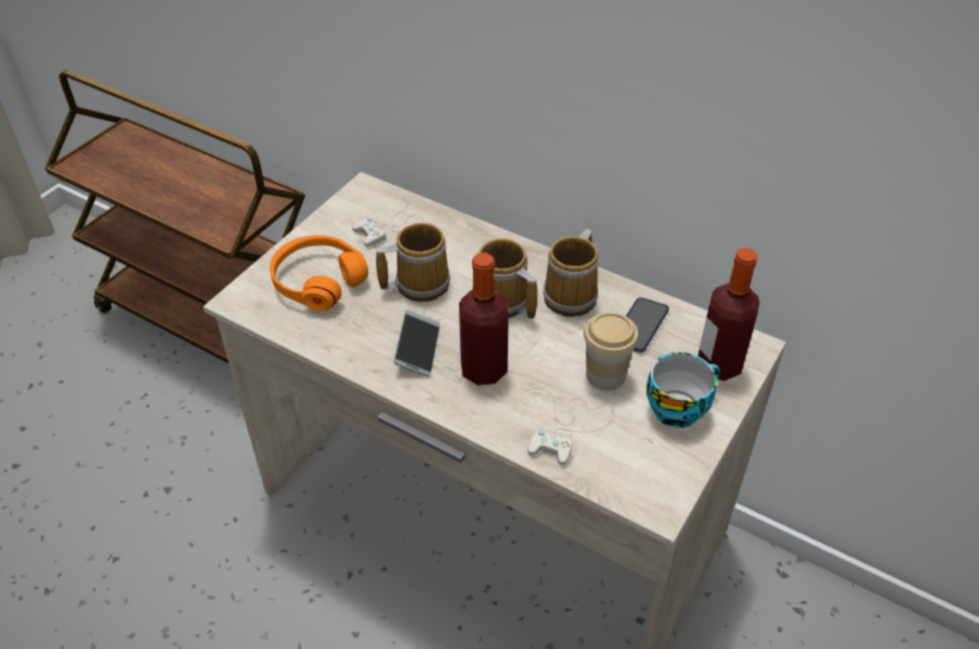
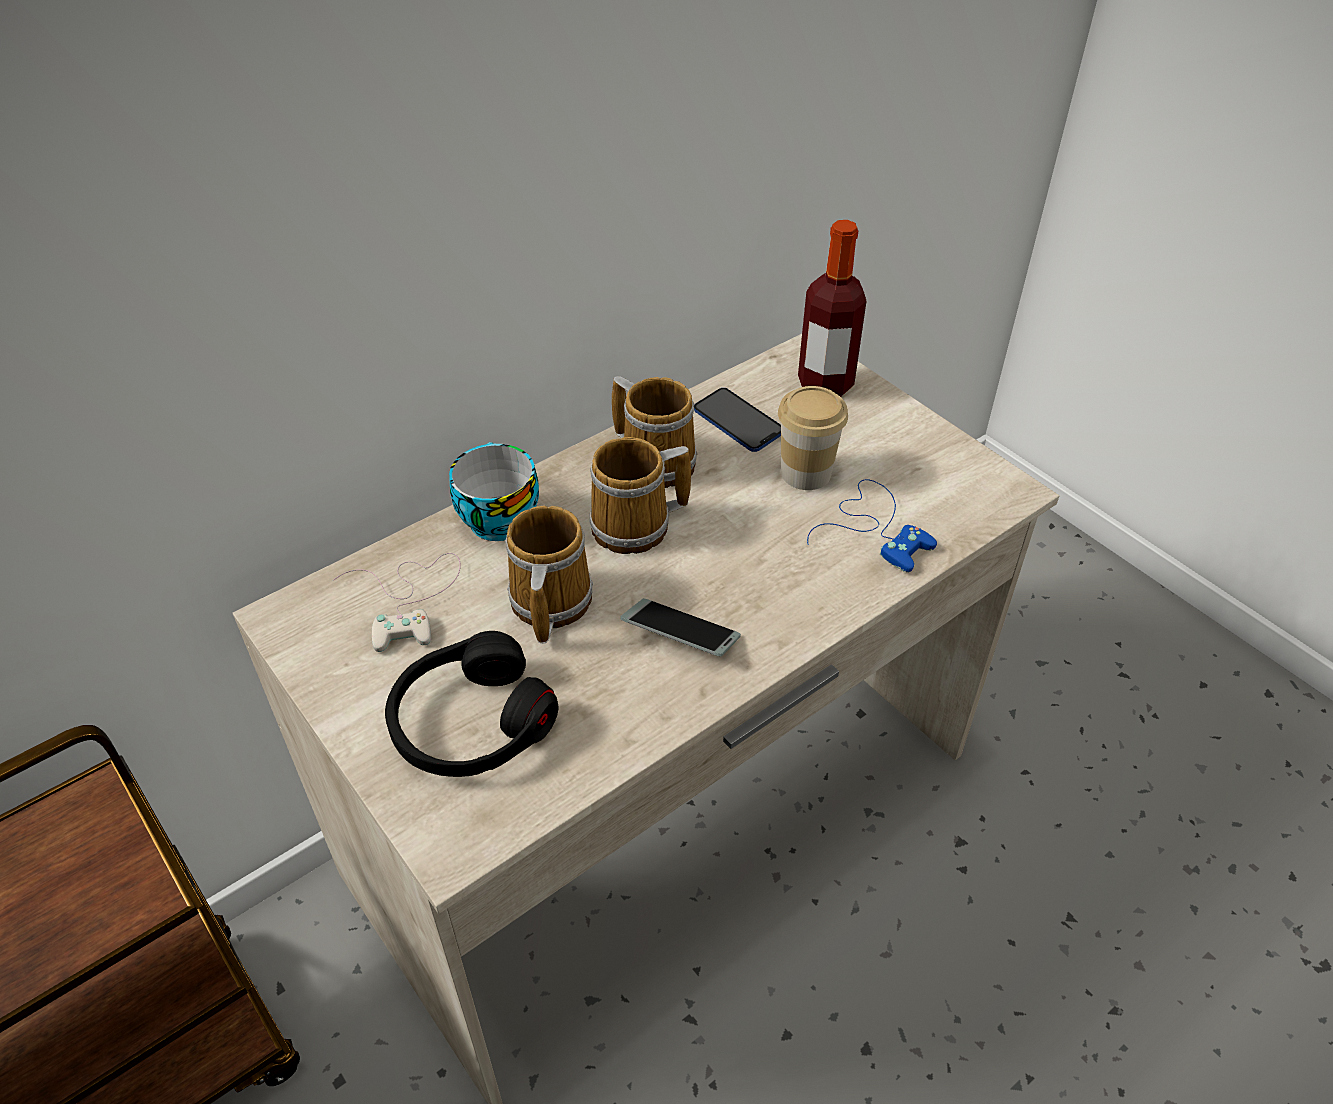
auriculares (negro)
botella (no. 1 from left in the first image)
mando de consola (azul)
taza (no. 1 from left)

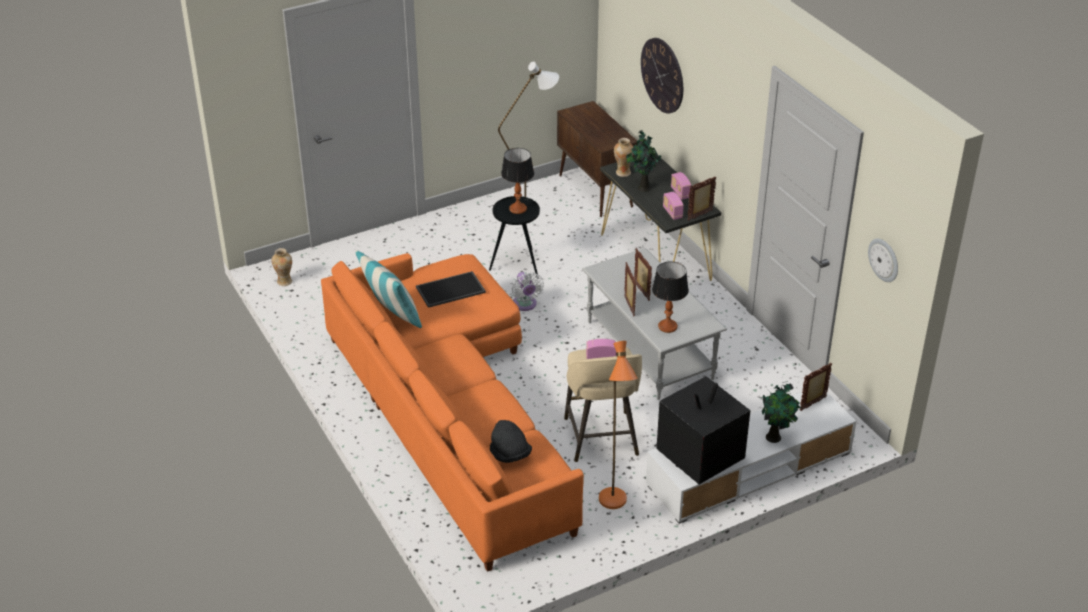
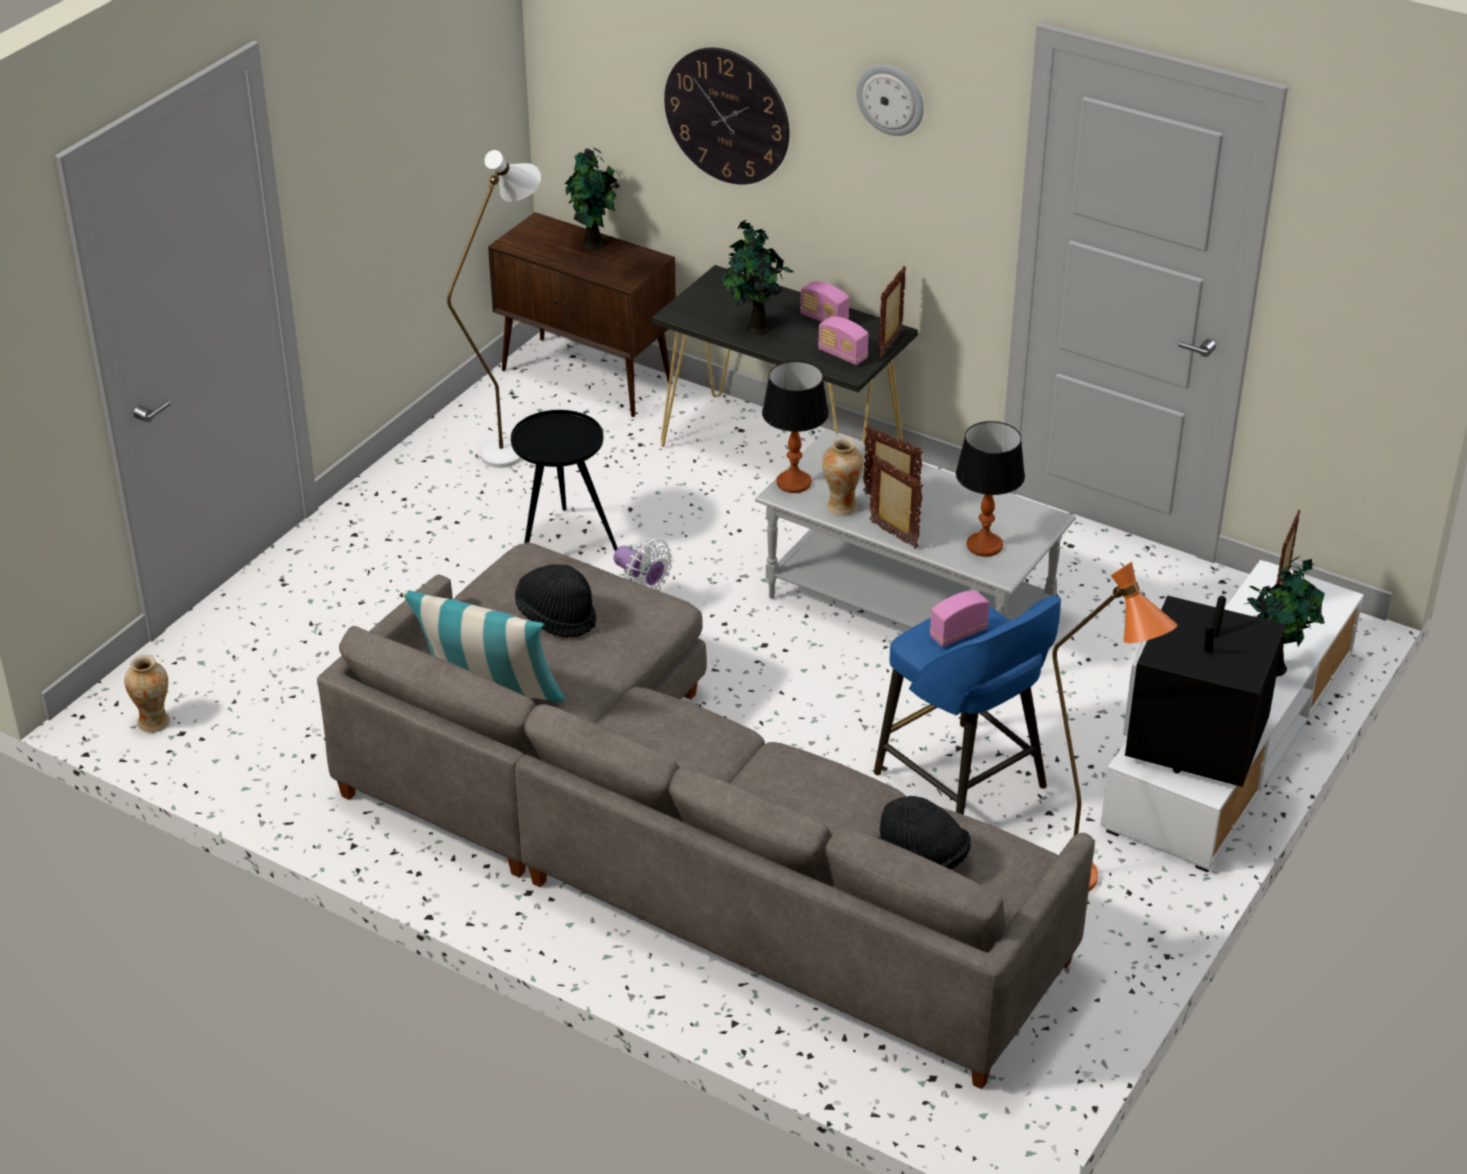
sofá (gris)
sombrero (negro) (no. 1 from left)
lámpara de mesa (no. 1 from left)
taburete (azul)
florero (no. 2 from left)
reloj de pared (no. 2 from left)
planta en maceta (no. 1 from left)

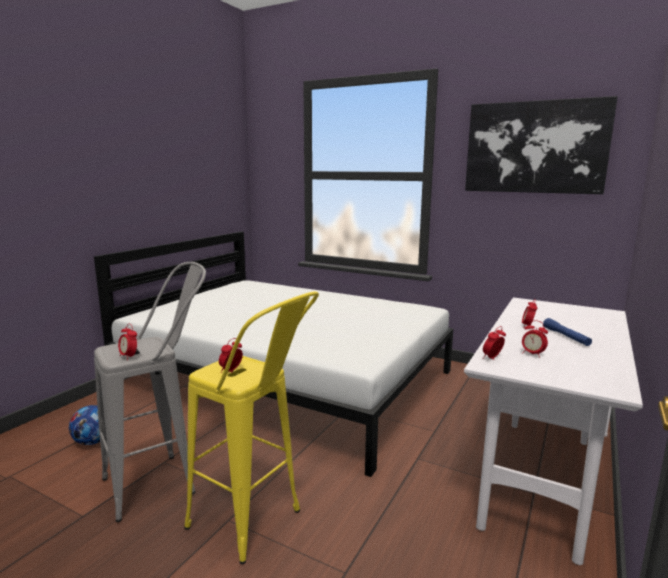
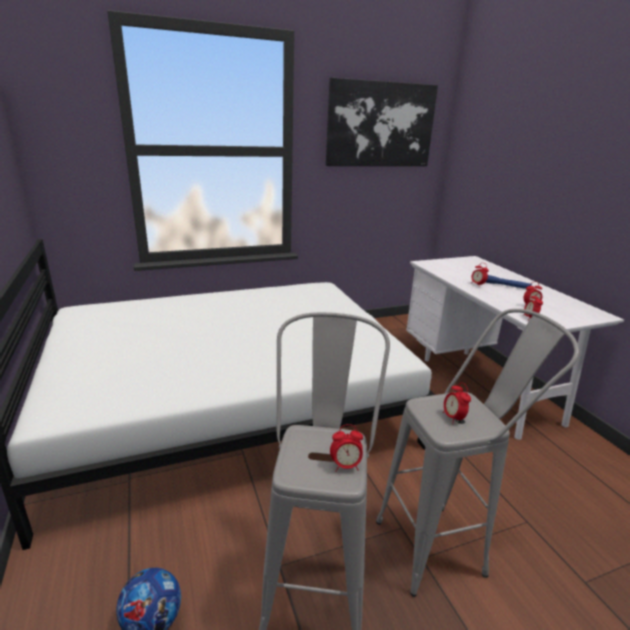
taburete (gris) (no. 2 from left)

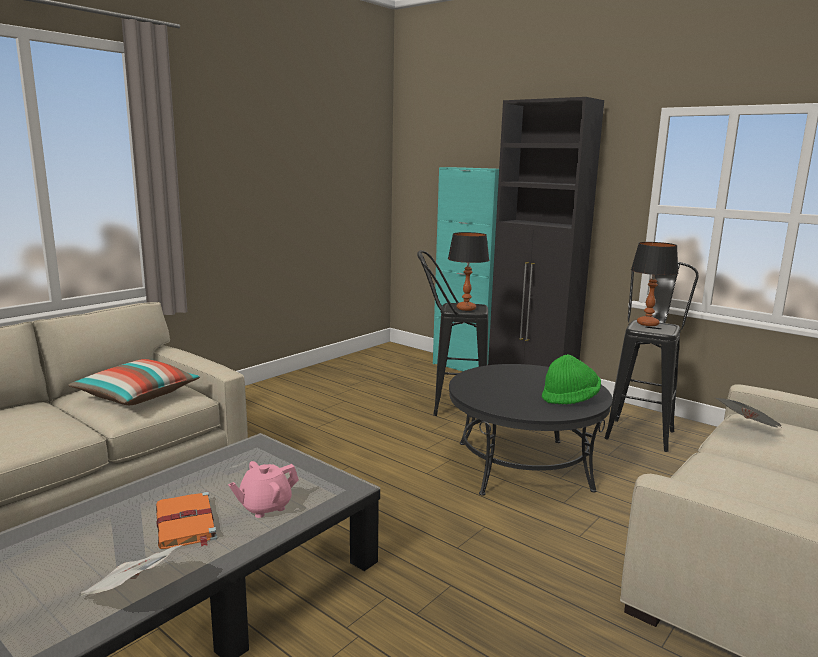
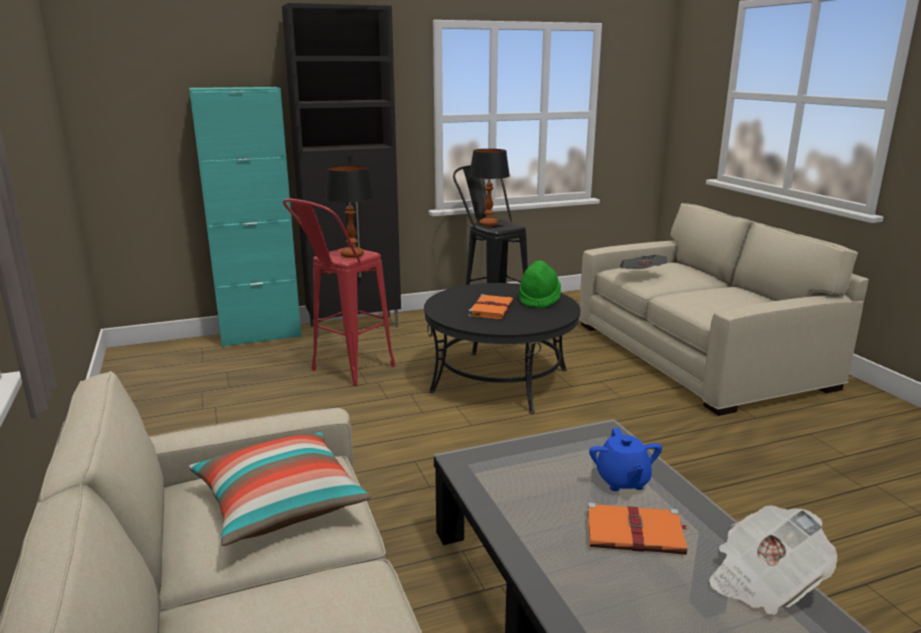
tetera (azul)
taburete (rojo)
libro (naranja) (no. 1 from left)

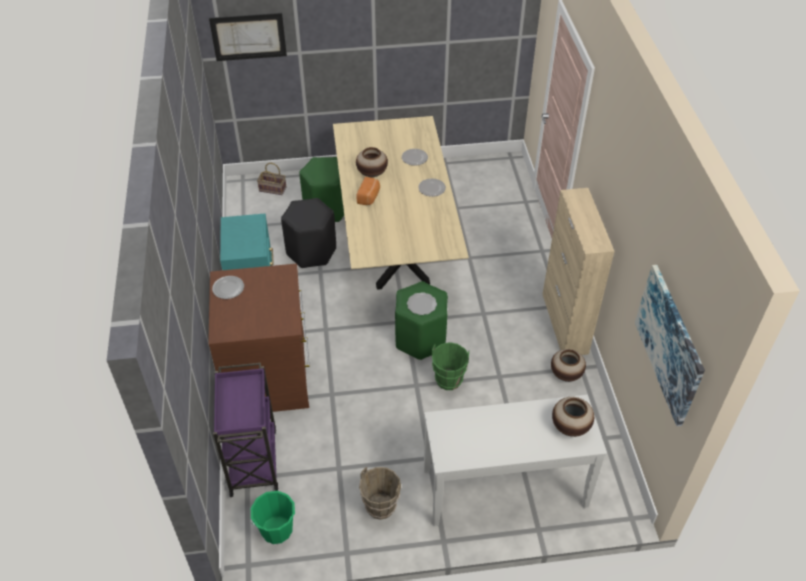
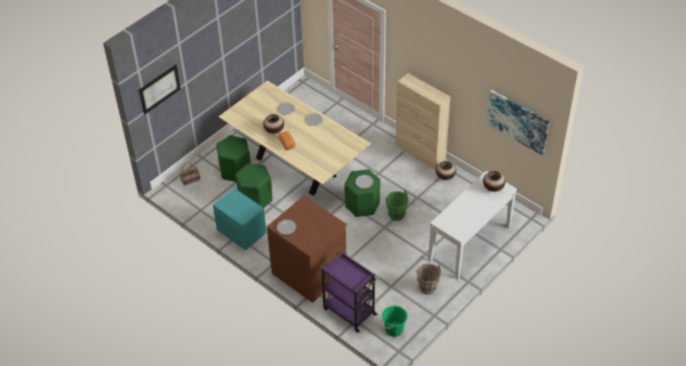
taburete (verde) (no. 2 from left)

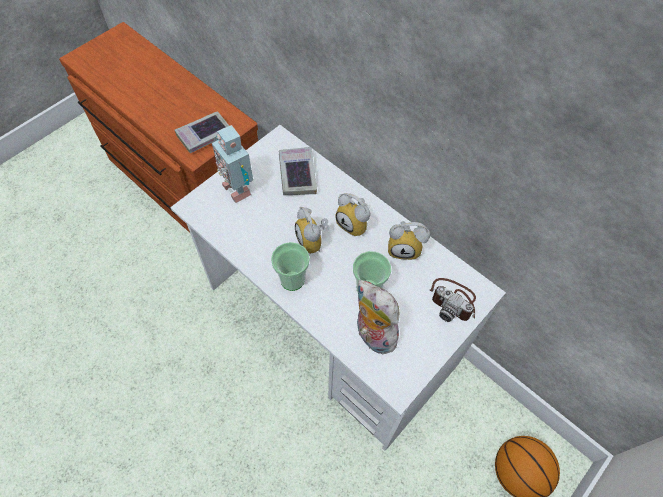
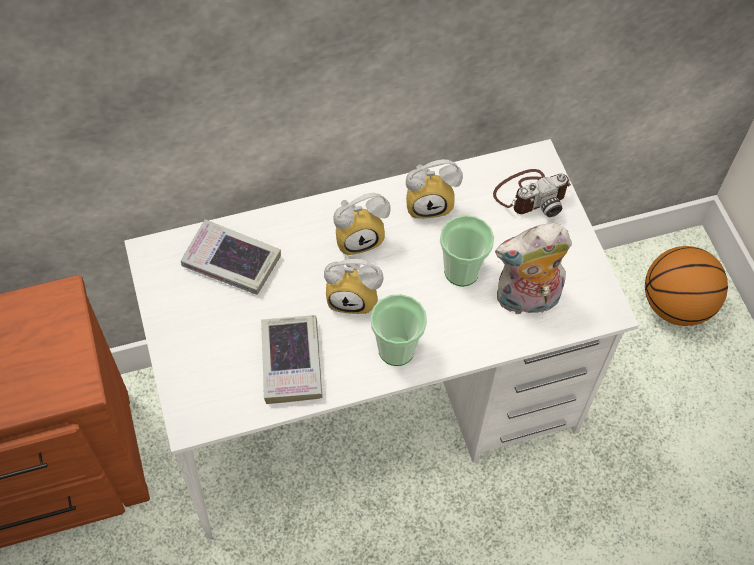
libro (no. 2 from left)
robot de juguete
despertador (no. 3 from left)

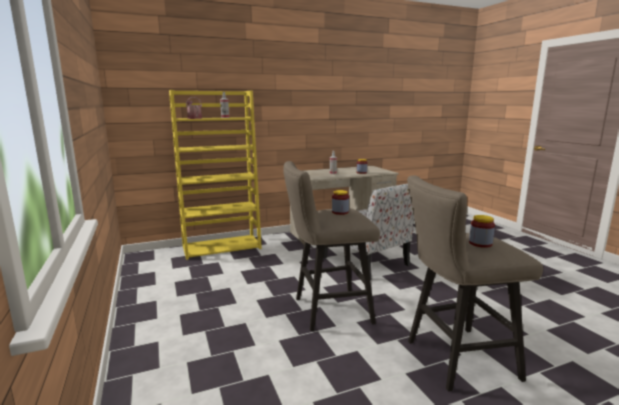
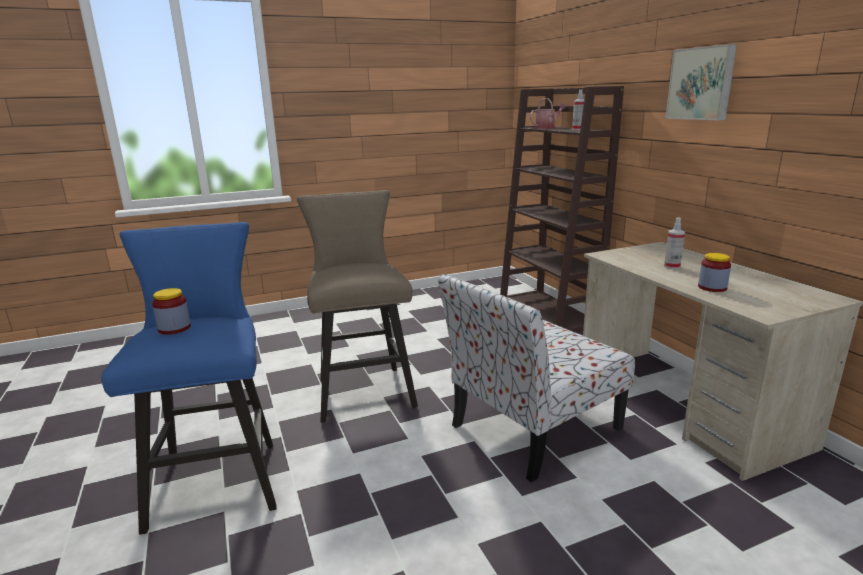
estantería (marrón)
tarro (no. 1 from left in the first image)
taburete (azul)
cuadro

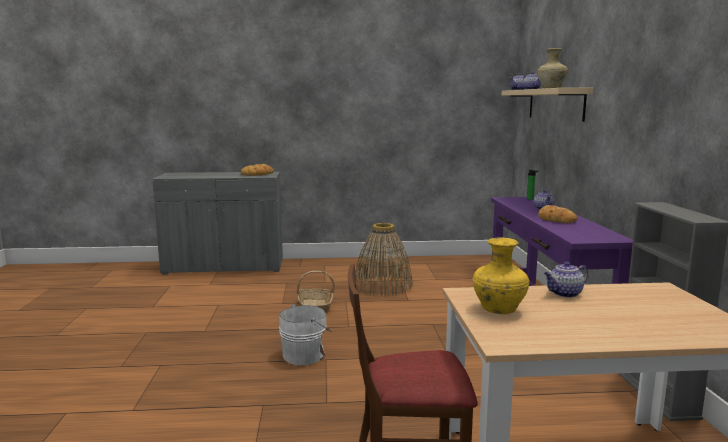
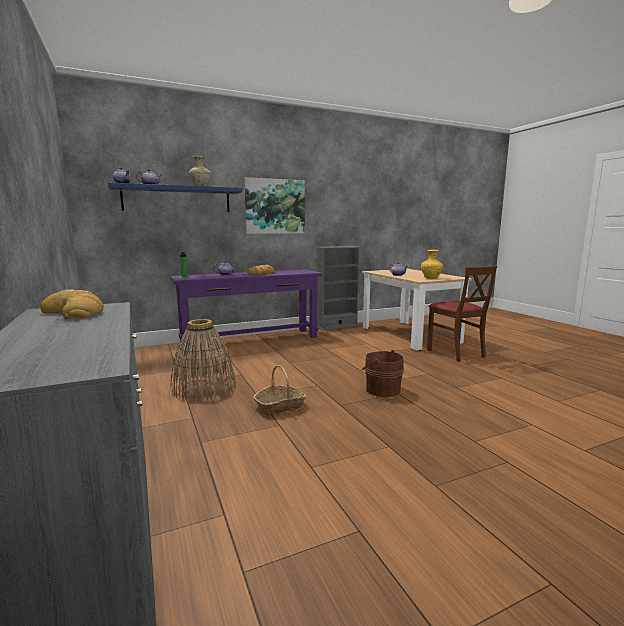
cubo (marrón)
estante (azul)
cuadro

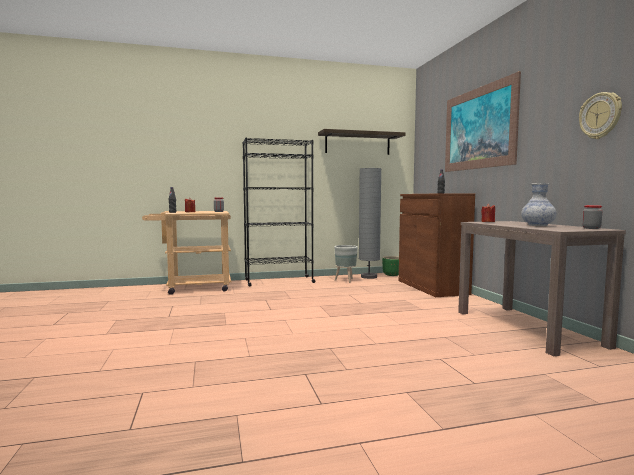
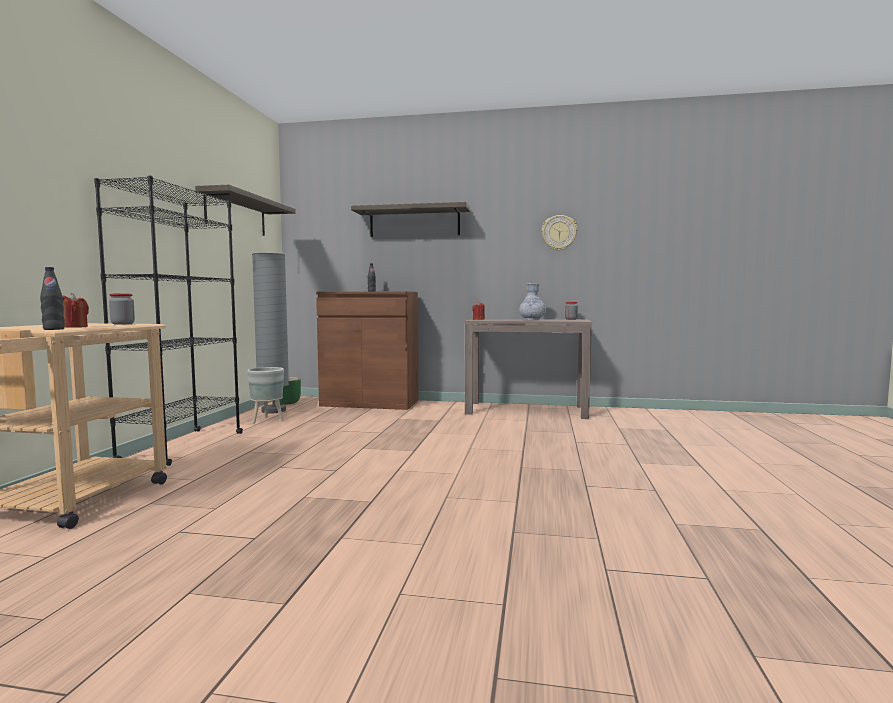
estante (no. 2 from left)

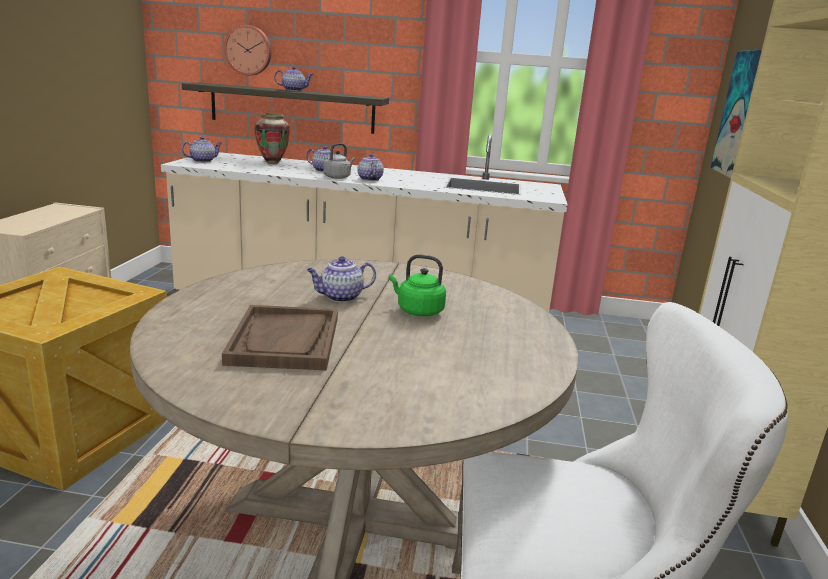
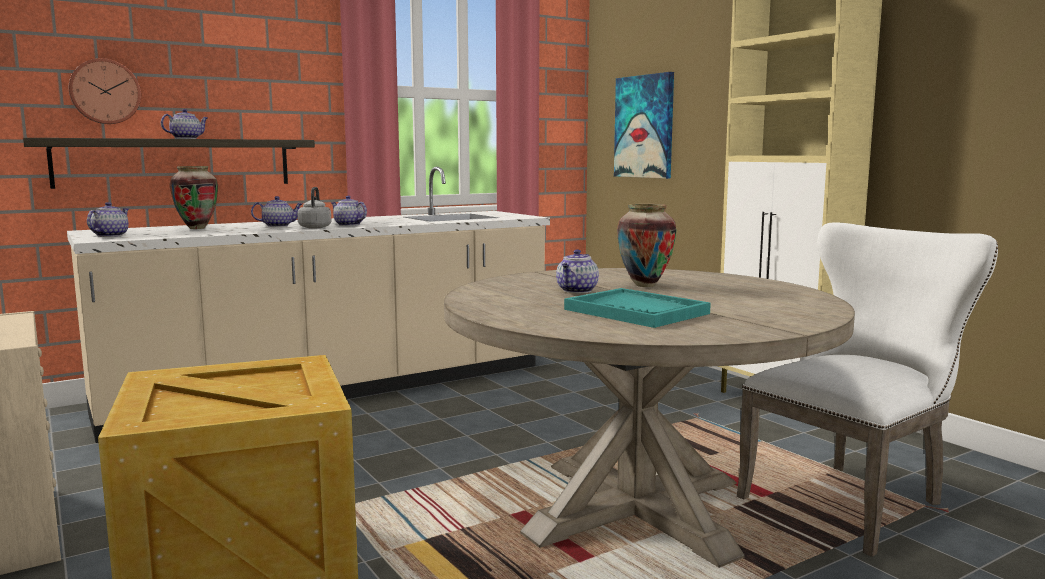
bandeja (turquesa)
florero (no. 2 from left)

